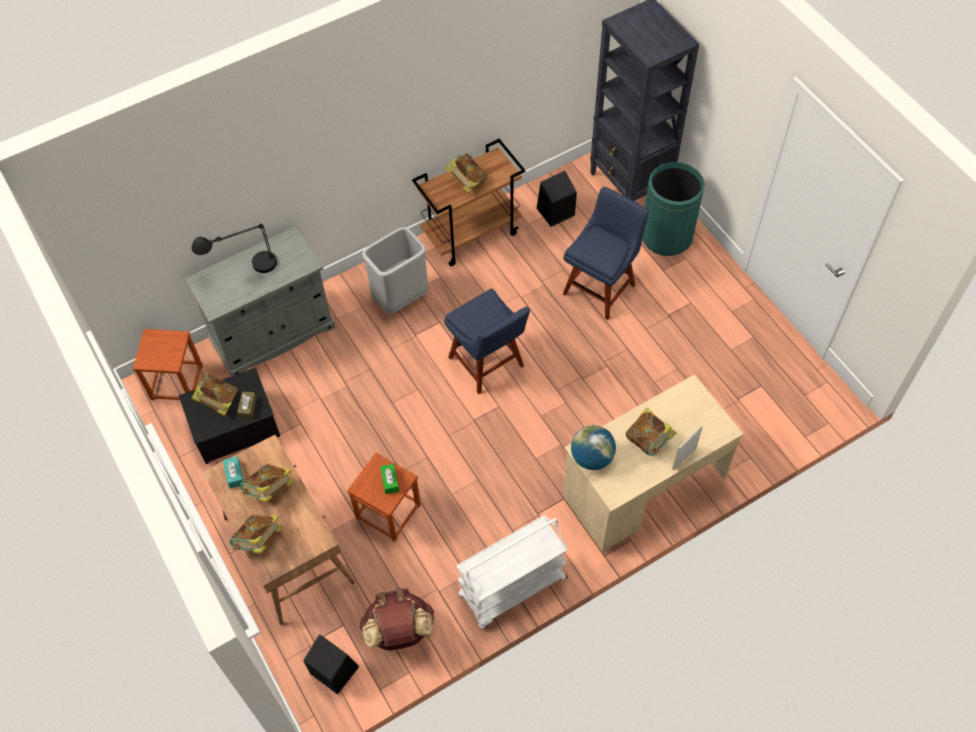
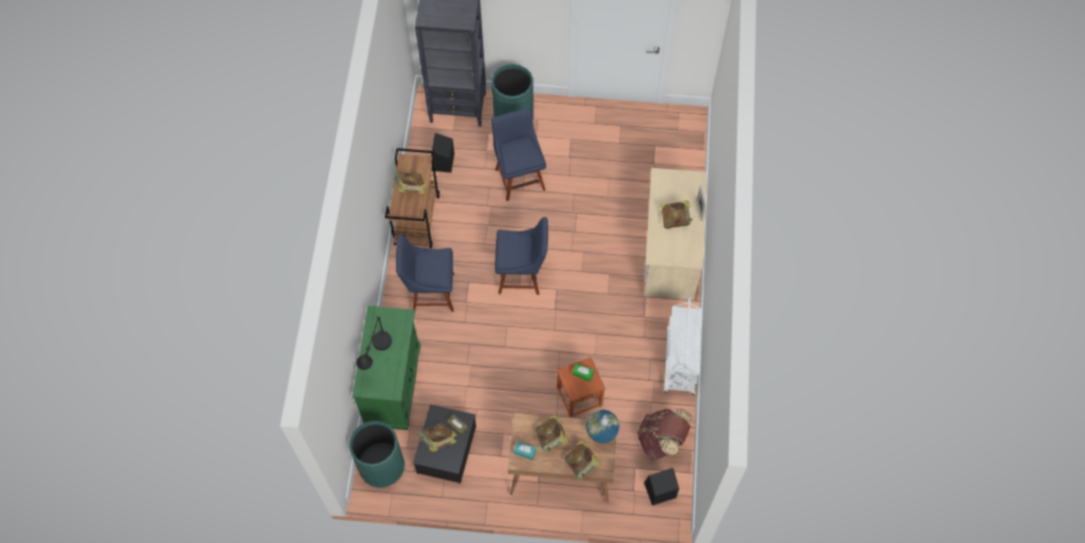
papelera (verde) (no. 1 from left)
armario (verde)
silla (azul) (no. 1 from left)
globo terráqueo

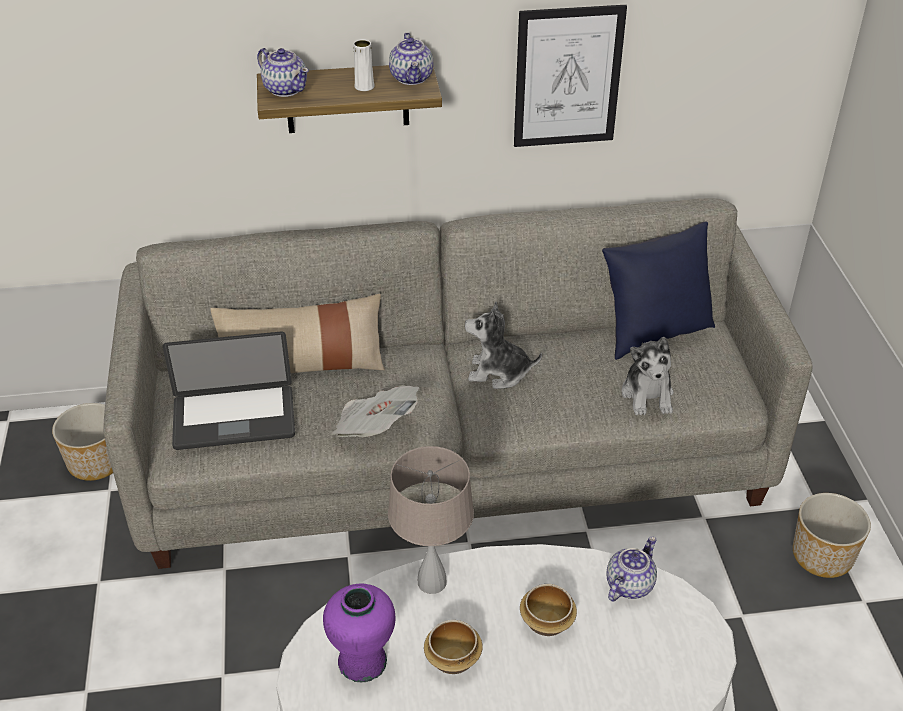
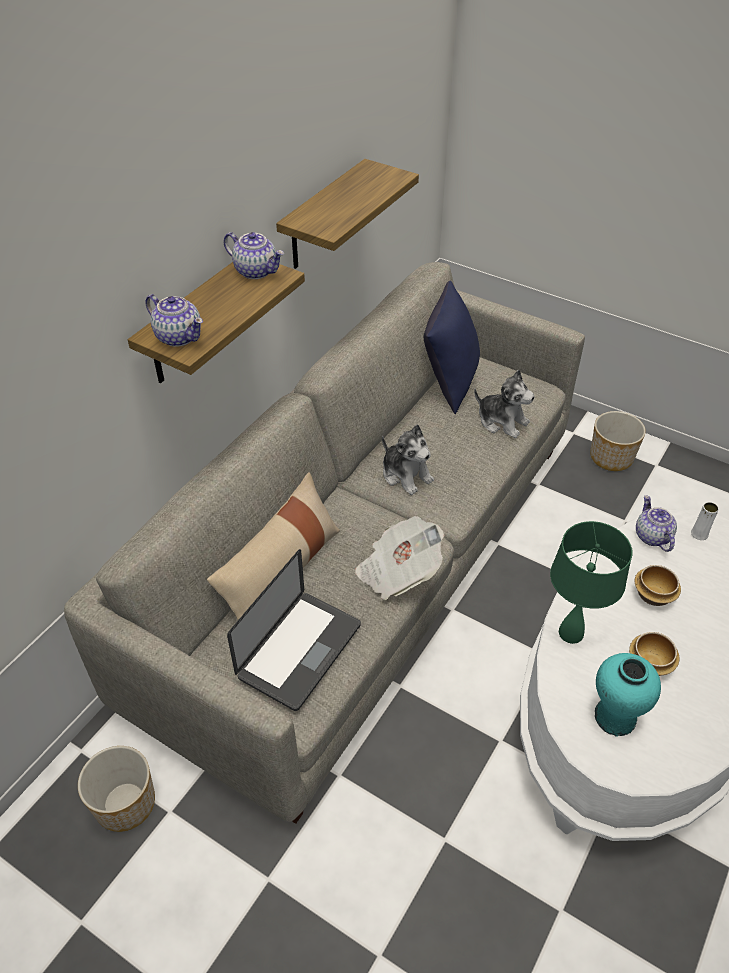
tetera (no. 1 from left)
florero (turquesa)
florero (blanco)
lámpara de mesa (verde)
peluche (no. 1 from left)
estante (no. 2 from left)

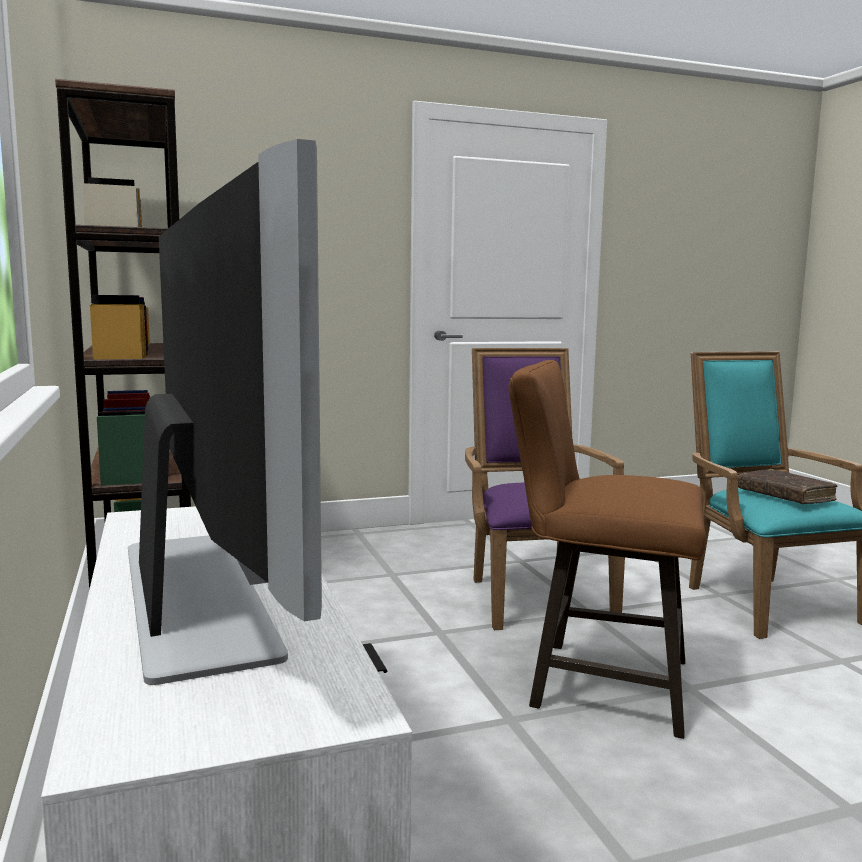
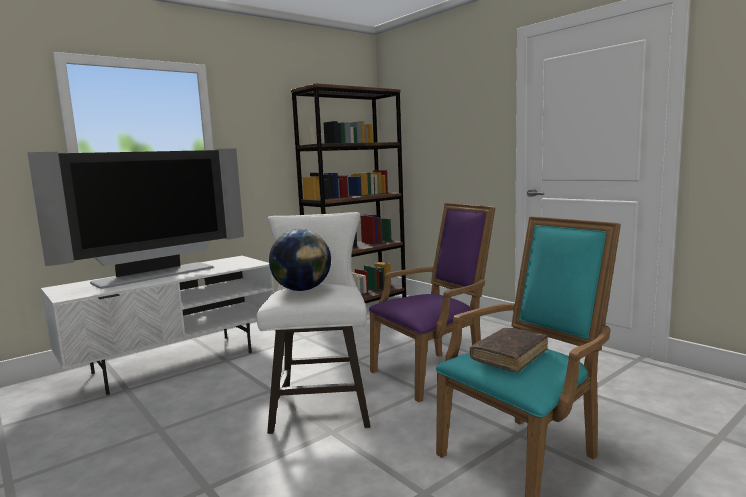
taburete (blanco)
globo terráqueo

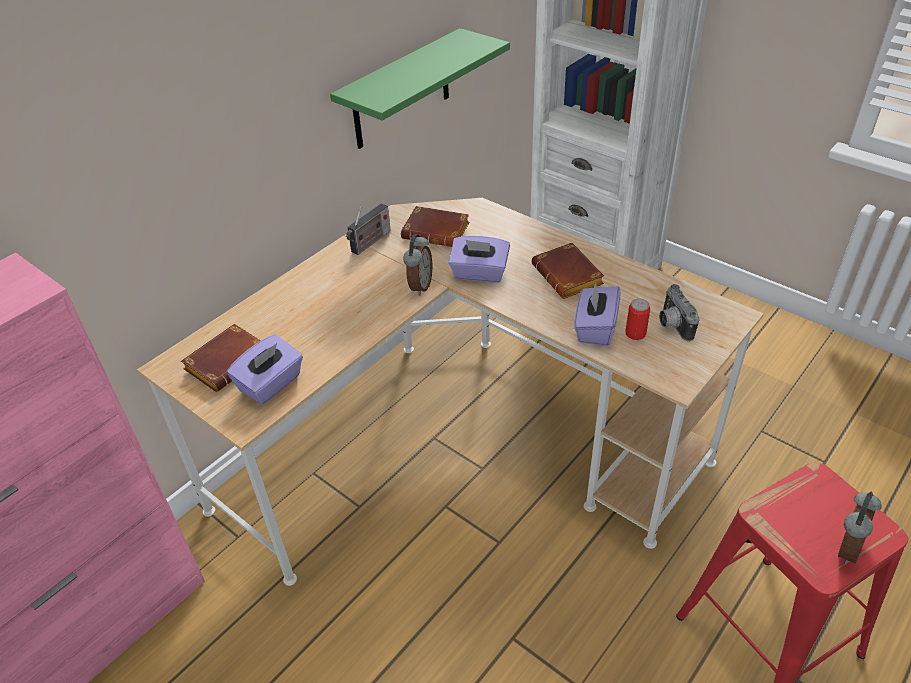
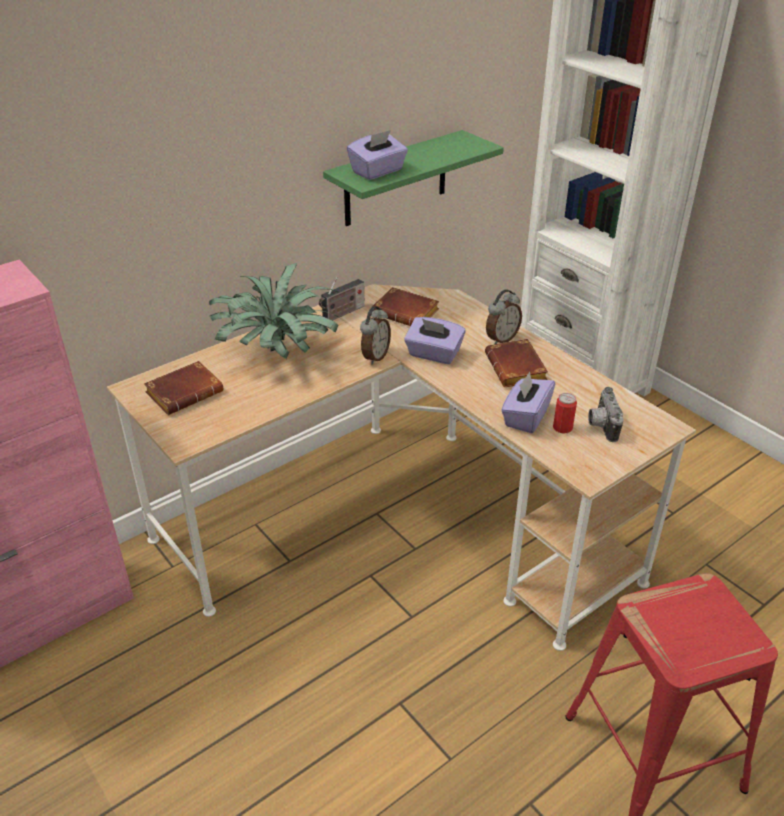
caja de pañuelos (morado) (no. 1 from left)
despertador (no. 2 from left)
planta en maceta

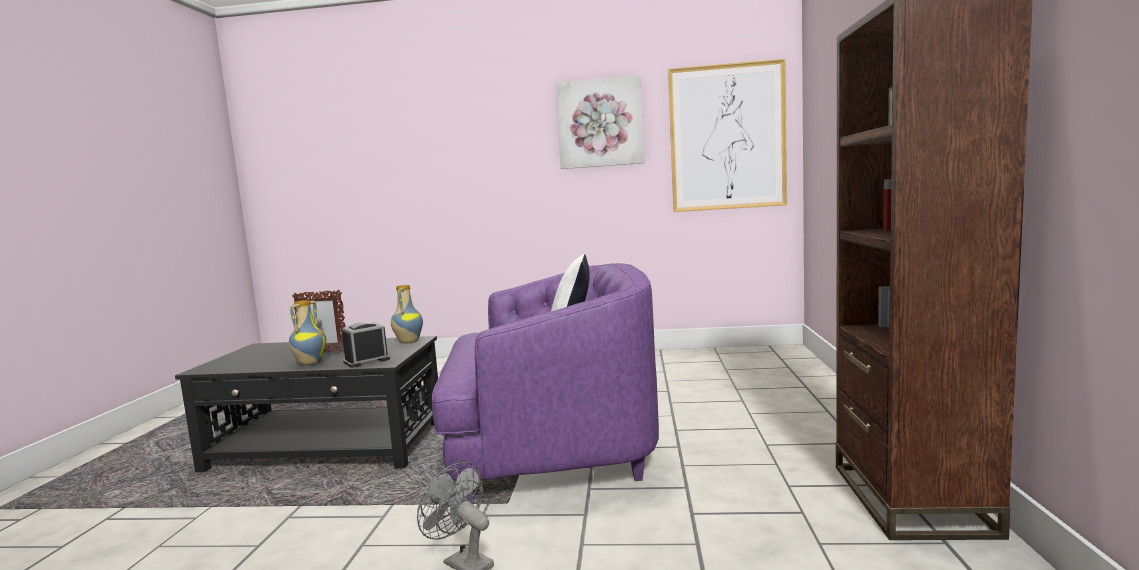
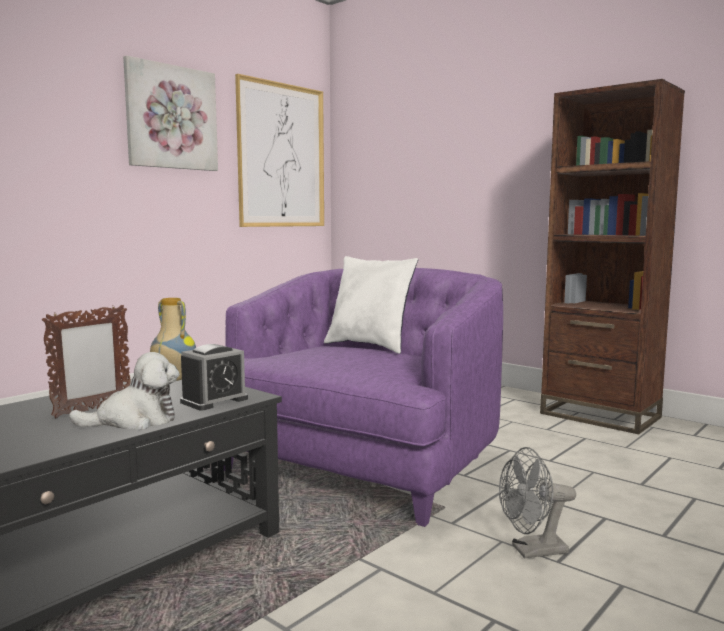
peluche
despertador

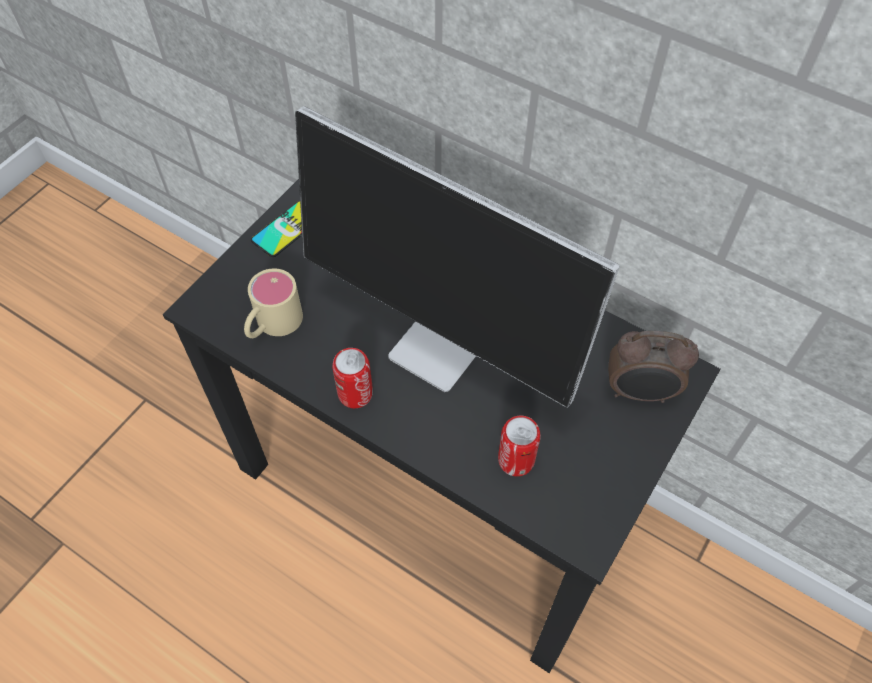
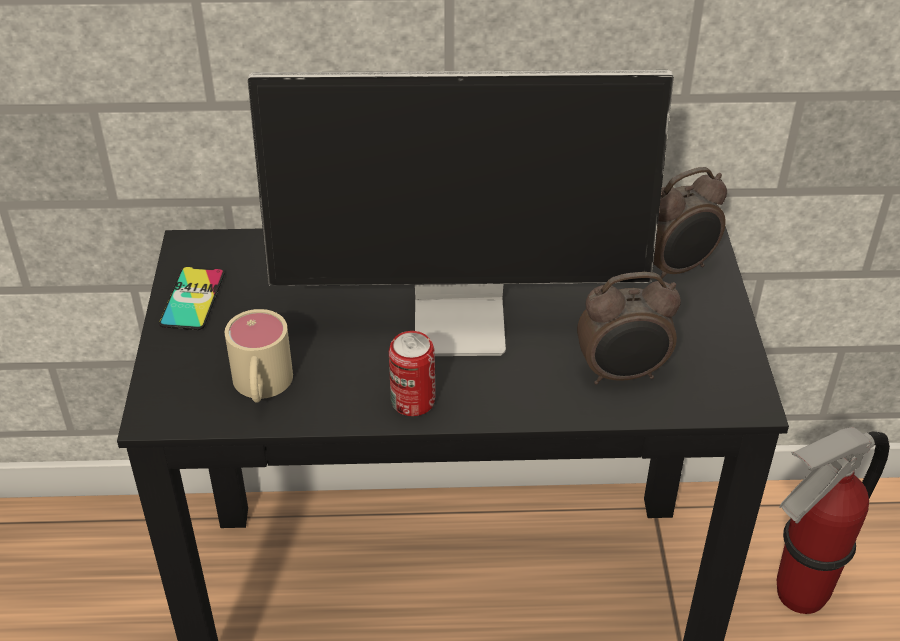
despertador (no. 1 from left)
extintor

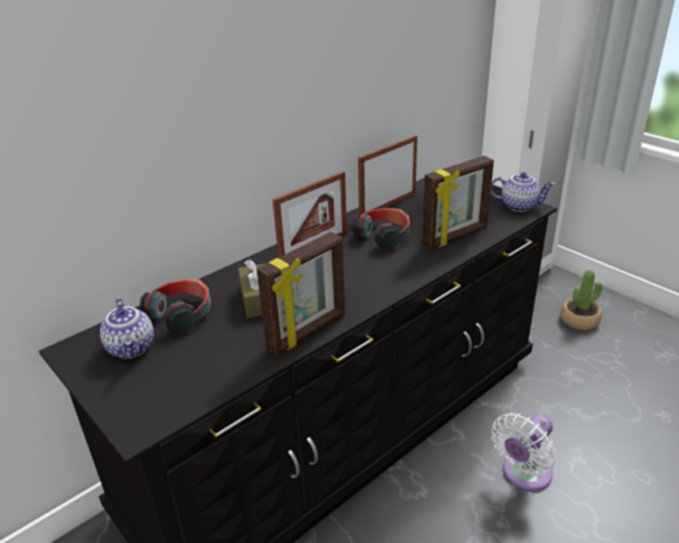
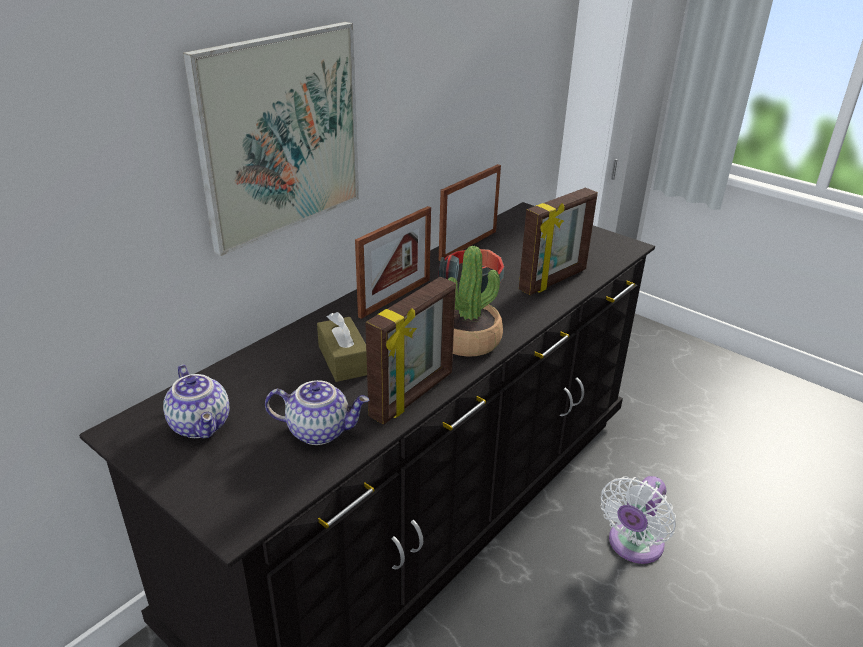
auriculares (no. 1 from left in the first image)
tetera (no. 2 from left)
planta en maceta
cuadro

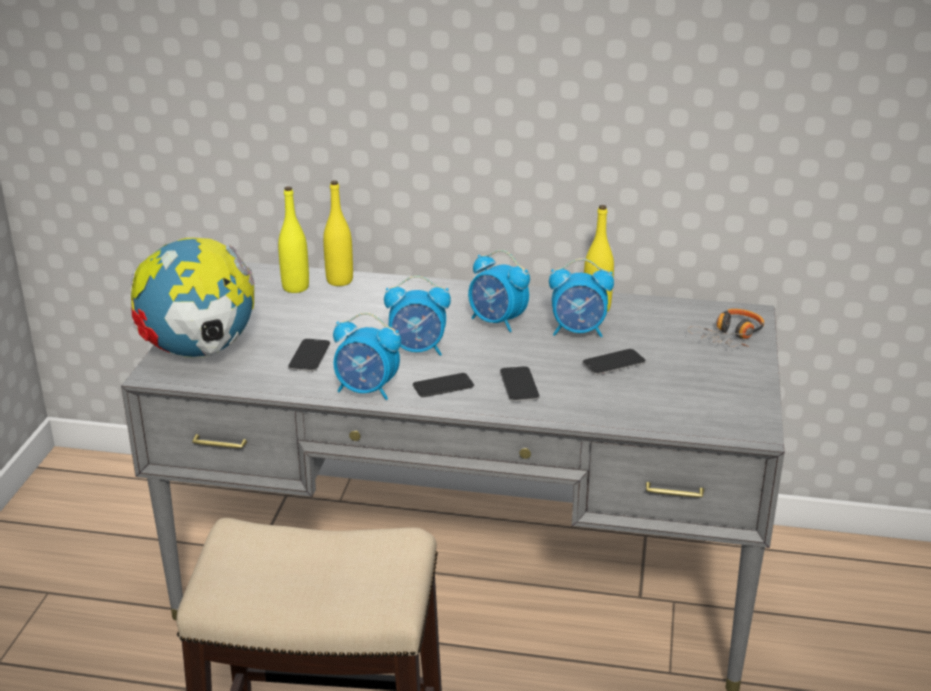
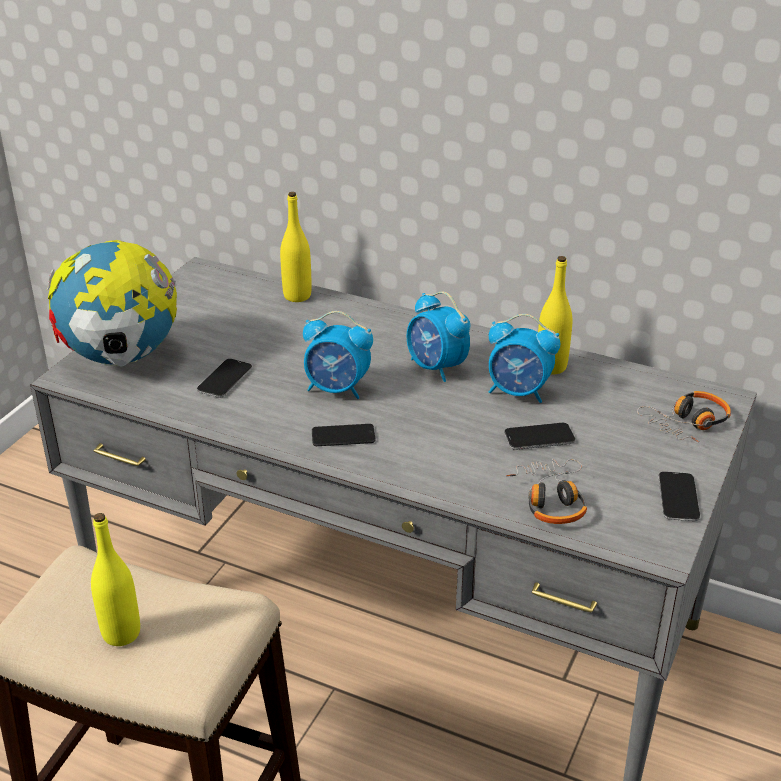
botella (amarillo) (no. 1 from left)
despertador (no. 1 from left in the first image)
móvil (no. 4 from left)
auriculares (no. 1 from left)

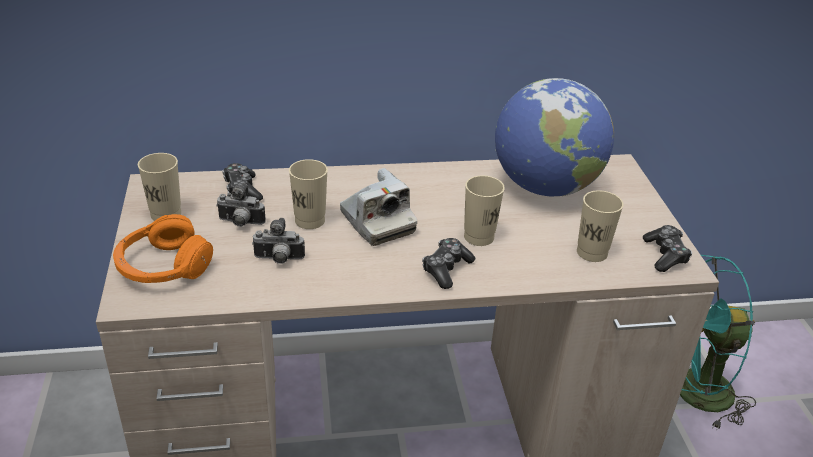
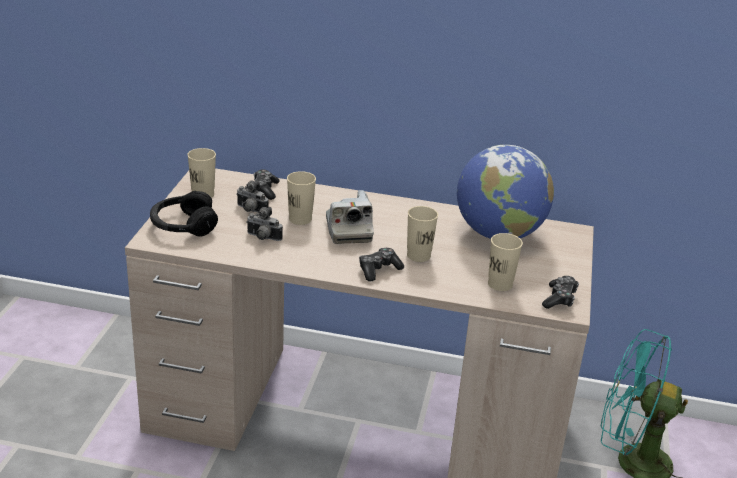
auriculares (negro)

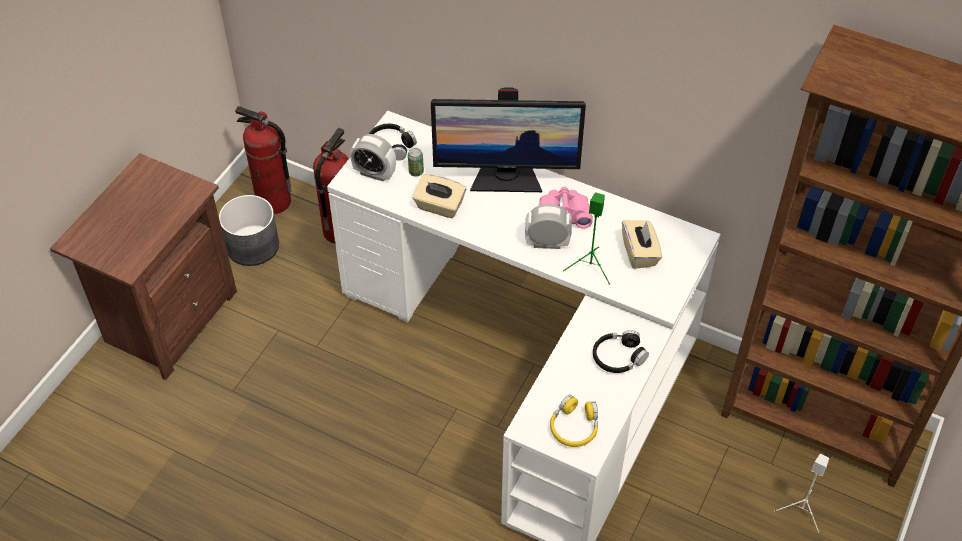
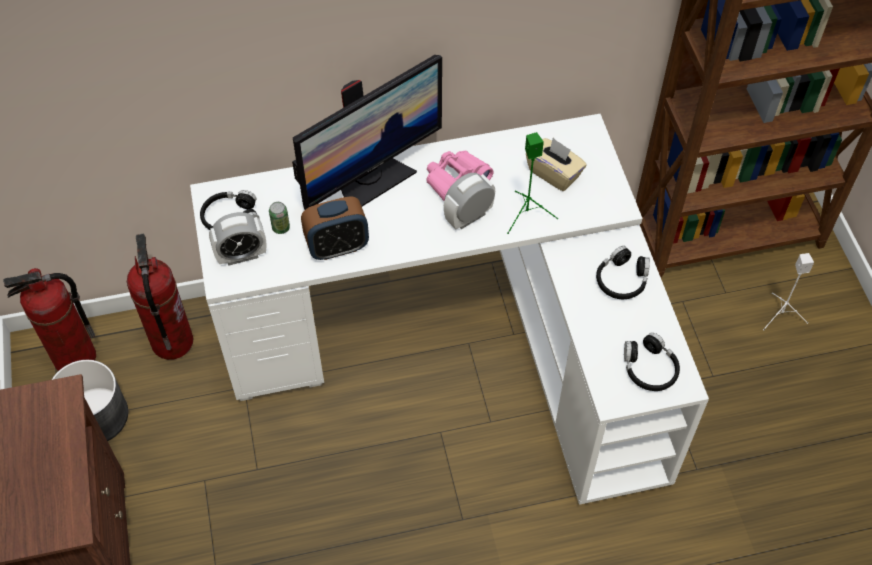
despertador (no. 2 from left)
auriculares (negro) (no. 3 from left)

